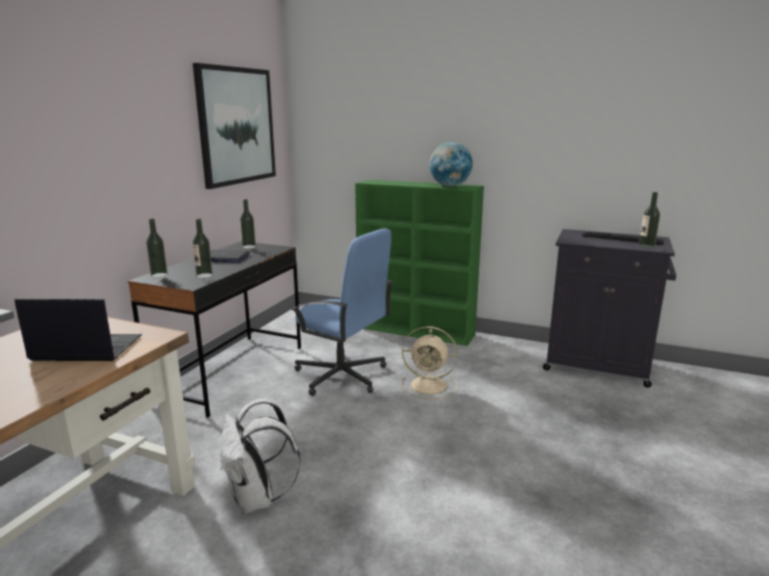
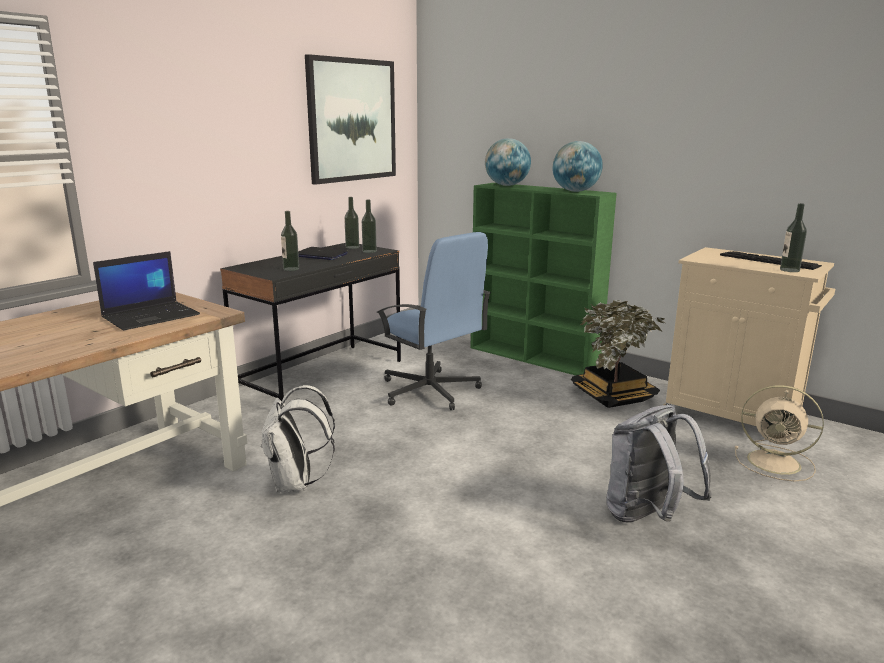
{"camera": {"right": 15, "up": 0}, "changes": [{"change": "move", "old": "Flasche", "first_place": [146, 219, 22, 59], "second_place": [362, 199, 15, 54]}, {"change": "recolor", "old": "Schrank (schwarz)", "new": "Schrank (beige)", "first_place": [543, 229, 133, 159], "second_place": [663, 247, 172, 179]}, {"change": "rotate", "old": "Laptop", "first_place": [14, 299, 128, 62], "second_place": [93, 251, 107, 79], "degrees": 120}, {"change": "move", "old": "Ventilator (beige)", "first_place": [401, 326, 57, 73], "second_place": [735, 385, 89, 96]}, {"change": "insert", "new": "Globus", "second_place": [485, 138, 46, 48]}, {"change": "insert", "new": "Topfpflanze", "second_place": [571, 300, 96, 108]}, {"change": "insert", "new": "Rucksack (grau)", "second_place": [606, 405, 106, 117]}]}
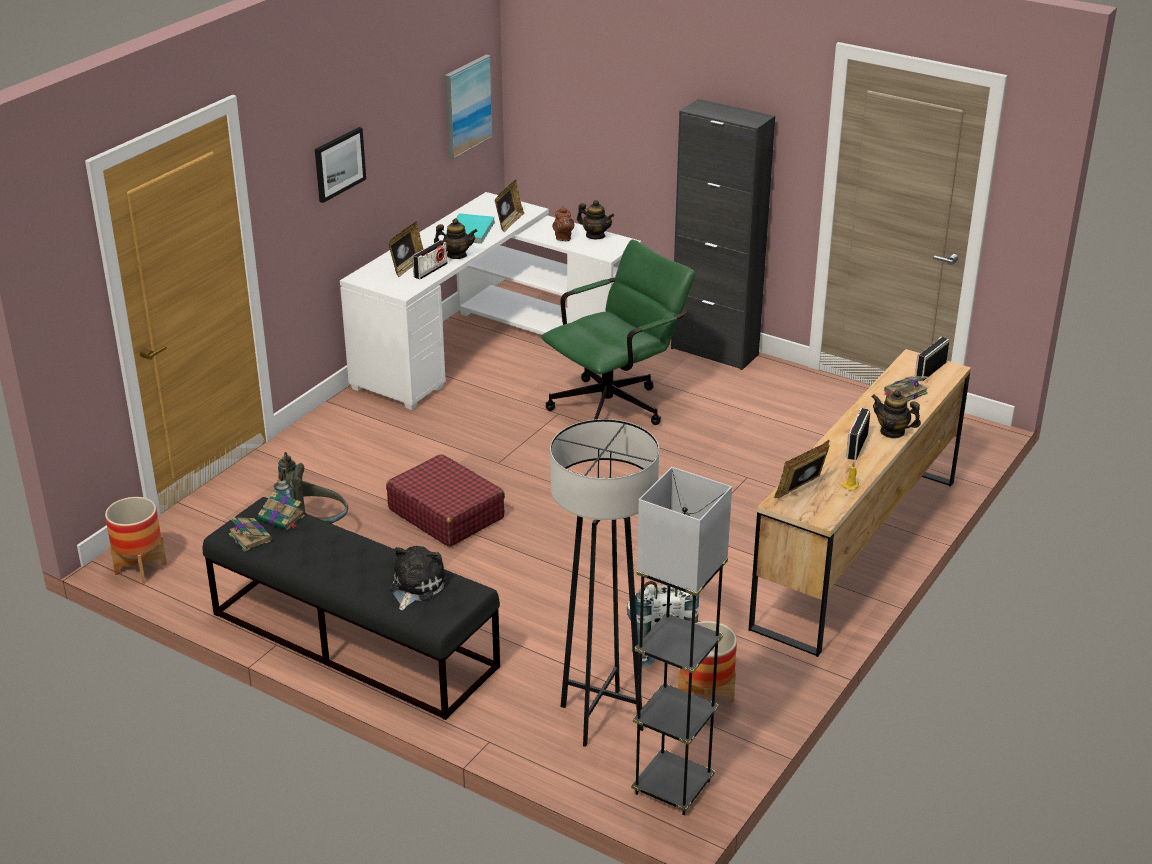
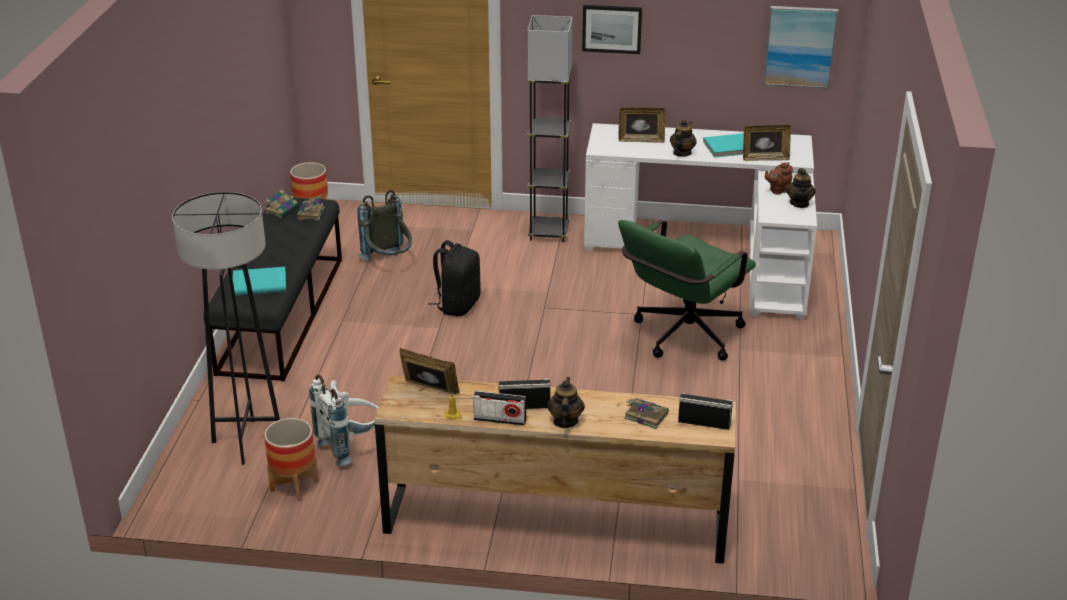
{"camera": {"right": 65, "up": 0}, "changes": [{"change": "delete", "old": "Schrank (schwarz)", "first_place": [671, 99, 104, 271]}, {"change": "rotate", "old": "Teekanne", "first_place": [434, 218, 43, 41], "second_place": [670, 120, 27, 37], "degrees": -135}, {"change": "move", "old": "Radio", "first_place": [413, 240, 34, 40], "second_place": [473, 391, 53, 35]}, {"change": "rotate", "old": "Bürostuhl (grün)", "first_place": [541, 240, 154, 185], "second_place": [618, 219, 138, 142], "degrees": 105}, {"change": "replace", "old": "Koffer (rot)", "new": "Rucksack (schwarz)", "first_place": [386, 454, 119, 93], "second_place": [428, 240, 53, 76]}, {"change": "move", "old": "Stehlampe (grau)", "first_place": [631, 467, 101, 348], "second_place": [527, 15, 46, 227]}, {"change": "replace", "old": "Plüschtier", "new": "Buch (türkis)", "first_place": [390, 546, 57, 65], "second_place": [233, 267, 53, 29]}]}
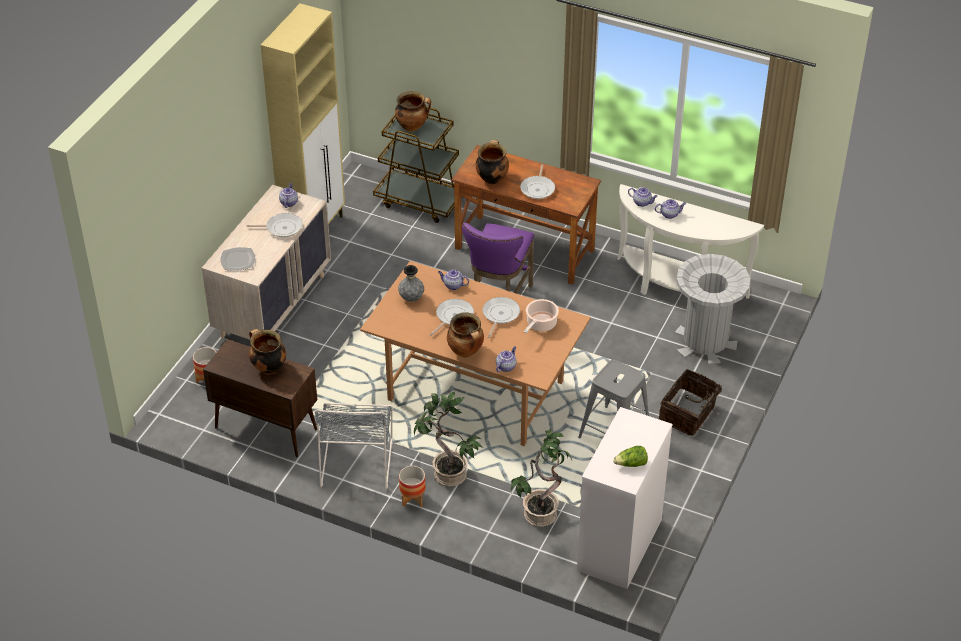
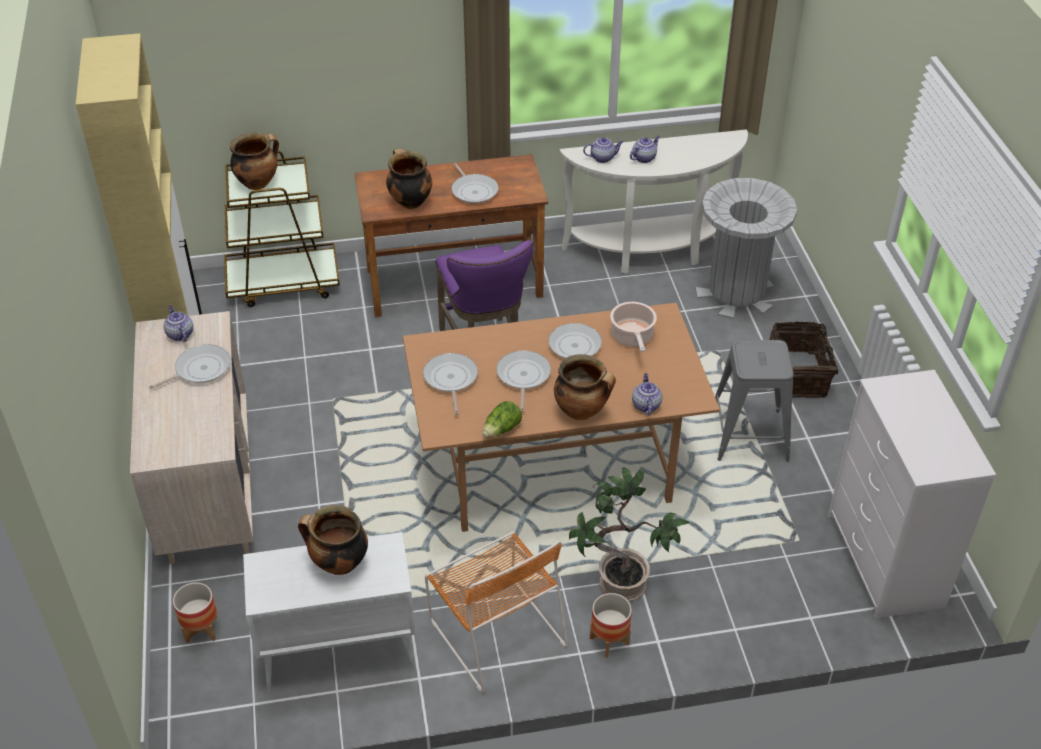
{"camera": {"right": -35, "up": 0}, "changes": [{"change": "delete", "old": "Teller", "first_place": [220, 247, 35, 24]}, {"change": "replace", "old": "Vase (grau)", "new": "Pfanne", "first_place": [398, 265, 26, 37], "second_place": [423, 353, 55, 62]}, {"change": "delete", "old": "Teekanne", "first_place": [438, 269, 31, 21]}, {"change": "recolor", "old": "Schrank (braun)", "new": "Schrank (weiß)", "first_place": [203, 339, 114, 118], "second_place": [243, 532, 173, 160]}, {"change": "recolor", "old": "Stuhl (grau)", "new": "Stuhl (orange)", "first_place": [315, 403, 78, 87], "second_place": [425, 532, 143, 161]}, {"change": "delete", "old": "Topfpflanze", "first_place": [511, 430, 61, 97]}, {"change": "move", "old": "Salatkopf", "first_place": [613, 446, 35, 21], "second_place": [483, 401, 39, 36]}]}
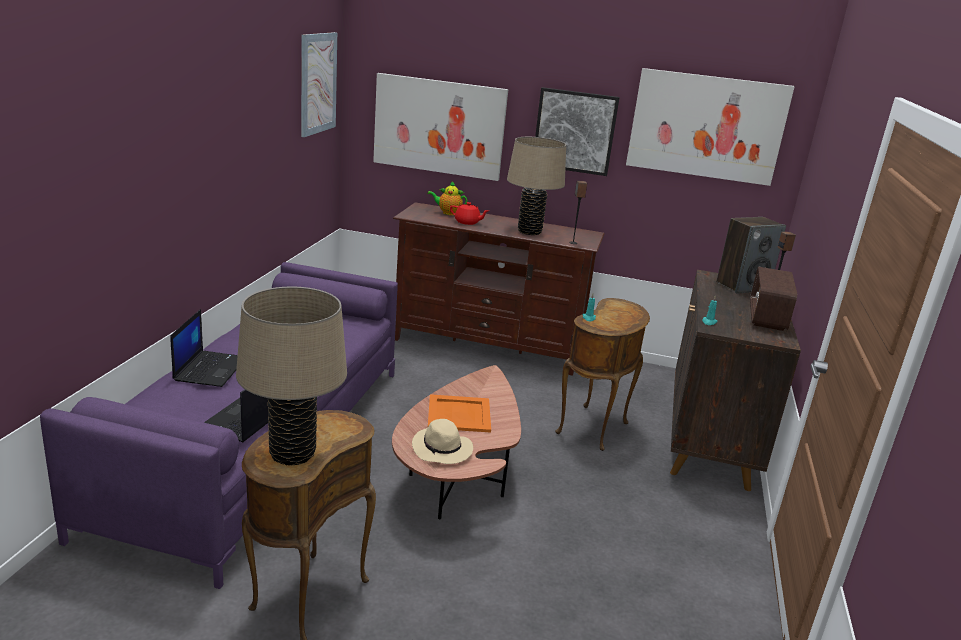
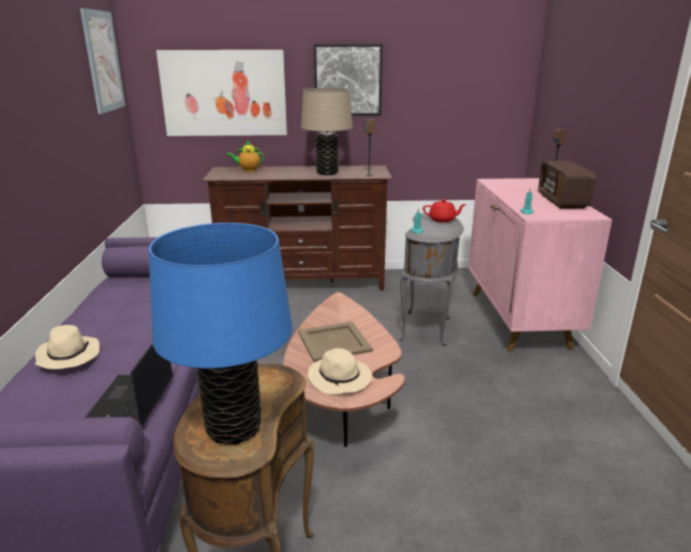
{"camera": {"right": -15, "up": 0}, "changes": [{"change": "delete", "old": "Bild", "first_place": [626, 68, 169, 118]}, {"change": "move", "old": "Teekanne (rot)", "first_place": [450, 202, 39, 23], "second_place": [423, 199, 44, 23]}, {"change": "delete", "old": "Lautsprecher", "first_place": [716, 217, 70, 77]}, {"change": "recolor", "old": "Schrank (braun)", "new": "Schrank (rosa)", "first_place": [670, 270, 131, 221], "second_place": [468, 178, 144, 173]}, {"change": "recolor", "old": "Tischlampe (beige)", "new": "Tischlampe (blau)", "first_place": [236, 287, 111, 179], "second_place": [149, 223, 143, 222]}, {"change": "recolor", "old": "Beistelltisch (braun)", "new": "Beistelltisch (grau)", "first_place": [555, 298, 95, 153], "second_place": [399, 213, 65, 133]}, {"change": "replace", "old": "Laptop", "new": "Hut (beige)", "first_place": [170, 309, 68, 78], "second_place": [35, 325, 65, 44]}, {"change": "recolor", "old": "Tablett (orange)", "new": "Tablett (beige)", "first_place": [428, 394, 63, 39], "second_place": [298, 321, 75, 41]}]}
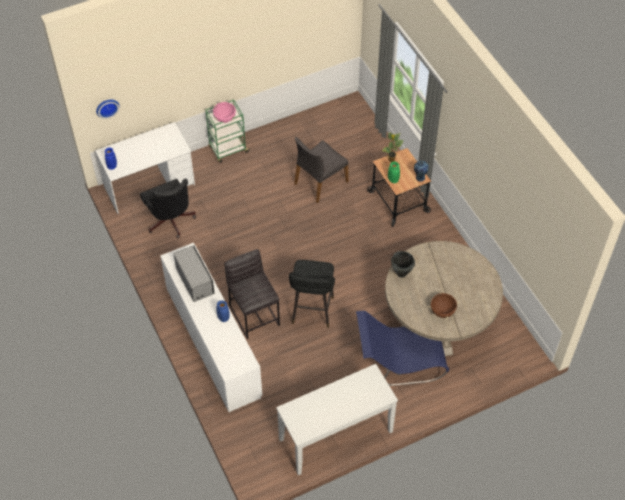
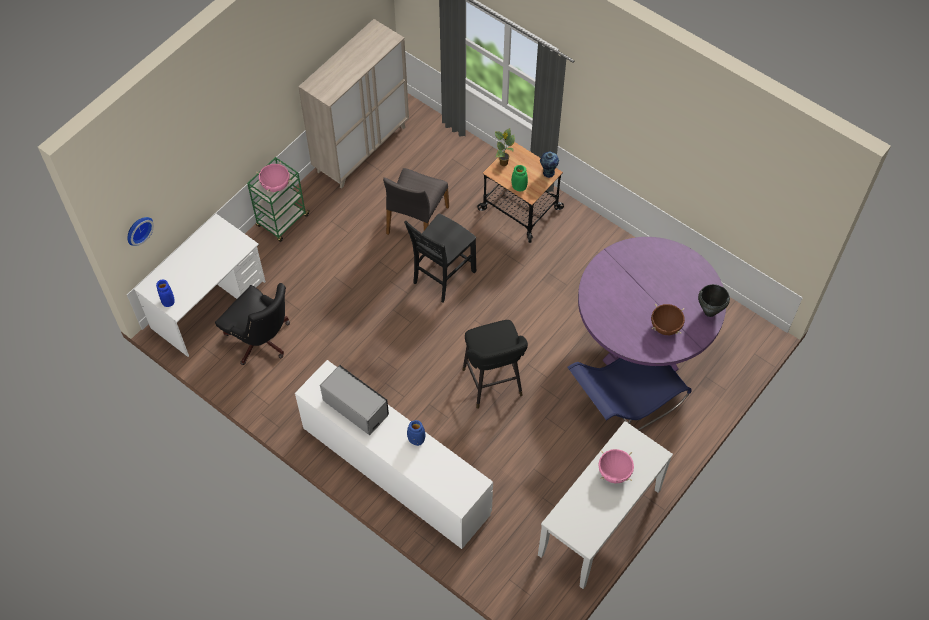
{"camera": {"right": -25, "up": 5}, "changes": [{"change": "recolor", "old": "Esstisch (beige)", "new": "Esstisch (lila)", "first_place": [385, 241, 118, 116], "second_place": [578, 237, 148, 135]}, {"change": "delete", "old": "Hocker (grau)", "first_place": [224, 249, 56, 90]}, {"change": "move", "old": "Kochtopf (schwarz)", "first_place": [391, 251, 24, 27], "second_place": [698, 284, 32, 33]}, {"change": "insert", "new": "Schrank (beige)", "second_place": [298, 19, 111, 170]}, {"change": "insert", "new": "Stuhl (schwarz)", "second_place": [404, 213, 72, 90]}, {"change": "insert", "new": "Kochtopf (rosa)", "second_place": [598, 449, 36, 34]}]}
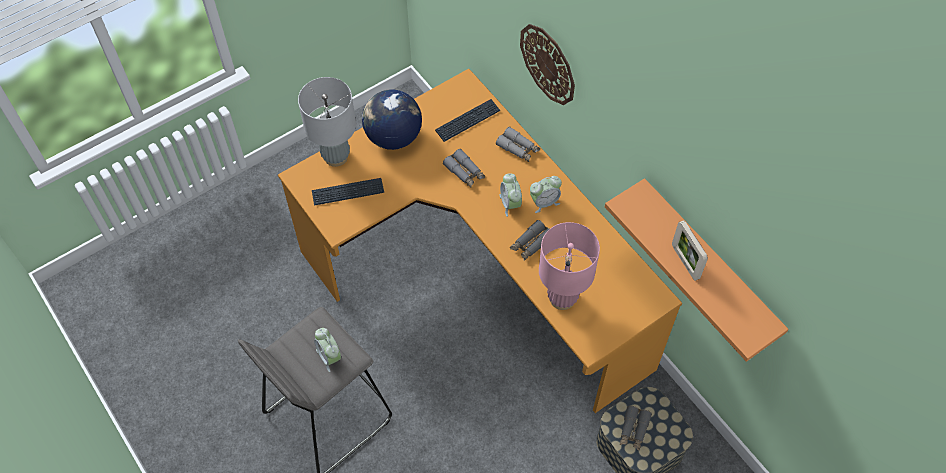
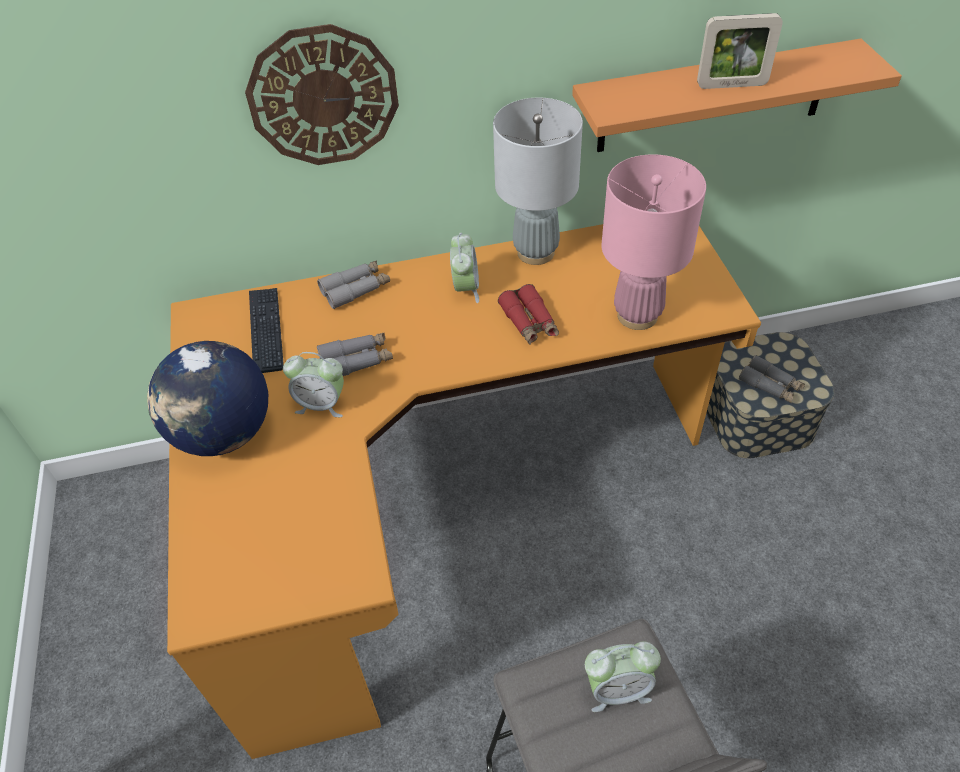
{"camera": {"right": -65, "up": -10}, "changes": [{"change": "move", "old": "Tischlampe (grau)", "first_place": [298, 77, 58, 90], "second_place": [493, 98, 90, 167]}, {"change": "move", "old": "Wecker", "first_place": [499, 173, 23, 44], "second_place": [283, 352, 61, 65]}, {"change": "delete", "old": "Tastatur", "first_place": [312, 178, 72, 28]}, {"change": "recolor", "old": "Fernglas (grau)", "new": "Fernglas (rot)", "first_place": [510, 220, 39, 41], "second_place": [498, 284, 61, 61]}]}
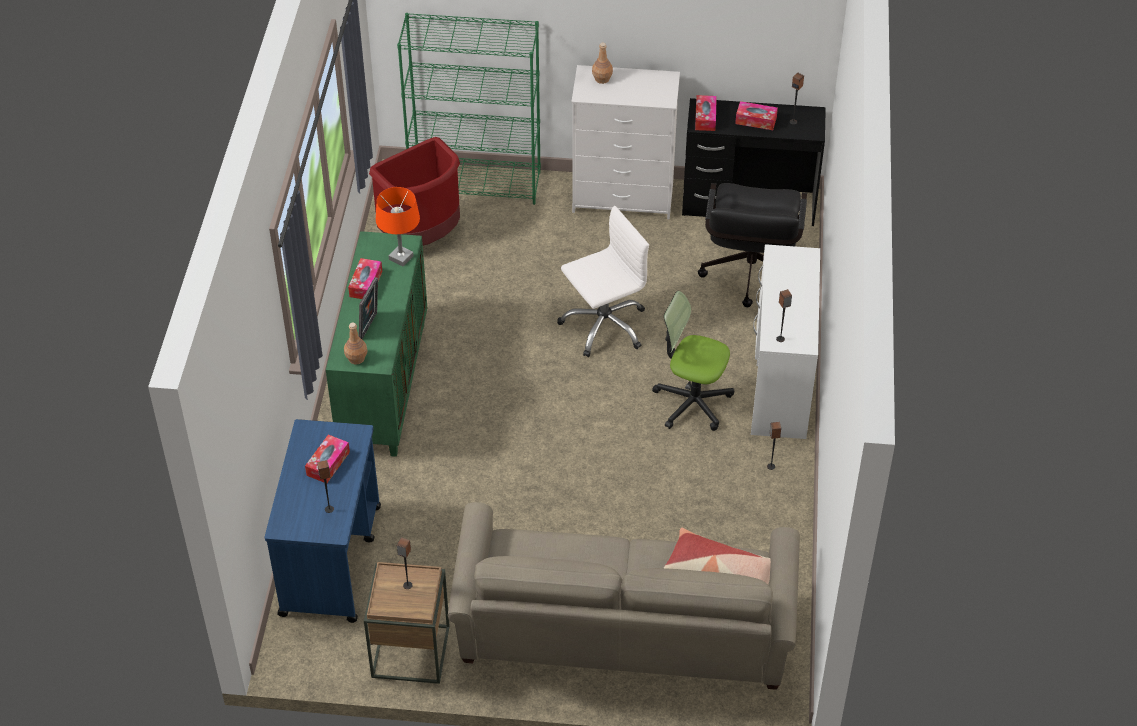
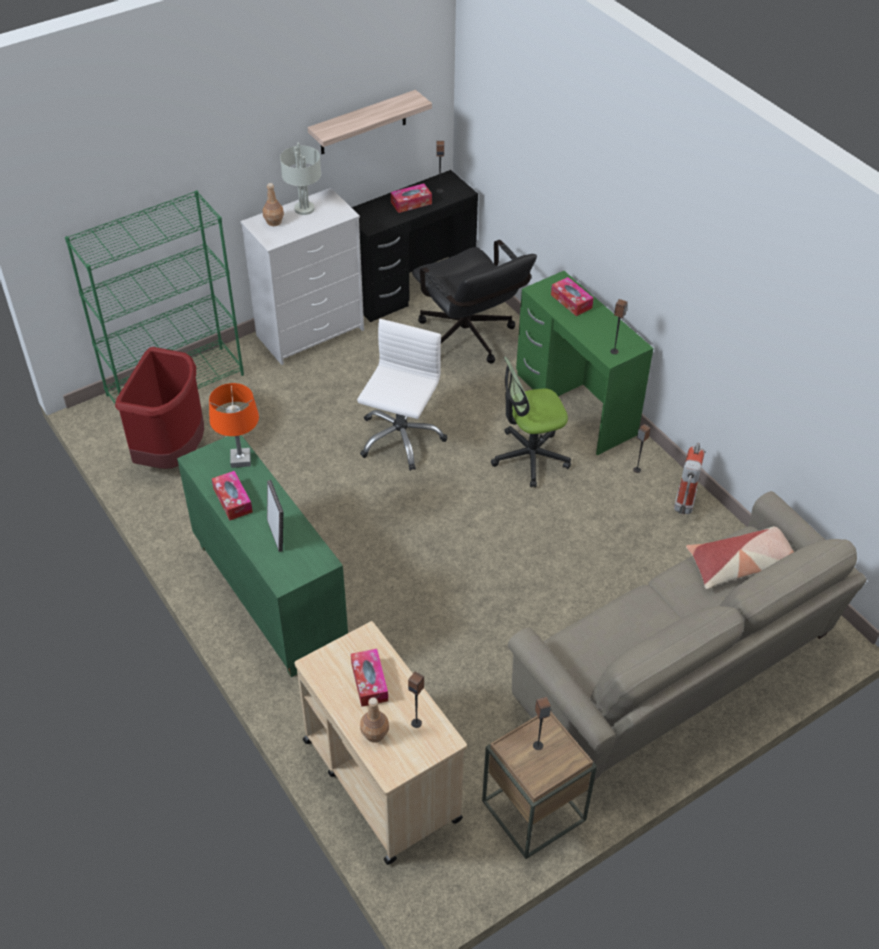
{"camera": {"right": -40, "up": 0}, "changes": [{"change": "move", "old": "Taschentuchbox", "first_place": [695, 95, 22, 36], "second_place": [551, 277, 42, 39]}, {"change": "recolor", "old": "Schreibtisch (weiß)", "new": "Schreibtisch (grün)", "first_place": [751, 244, 69, 195], "second_place": [516, 271, 137, 184]}, {"change": "move", "old": "Flasche (braun)", "first_place": [344, 322, 24, 42], "second_place": [360, 697, 29, 46]}, {"change": "recolor", "old": "Rollwagen (blau)", "new": "Rollwagen (beige)", "first_place": [265, 419, 116, 204], "second_place": [294, 621, 173, 244]}, {"change": "insert", "new": "Wandregal", "second_place": [308, 90, 124, 64]}, {"change": "insert", "new": "Tischlampe (grau)", "second_place": [280, 142, 41, 73]}, {"change": "insert", "new": "Feuerlöscher", "second_place": [674, 442, 30, 73]}]}
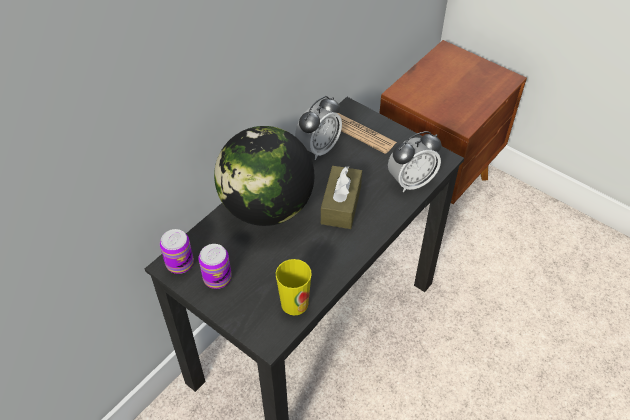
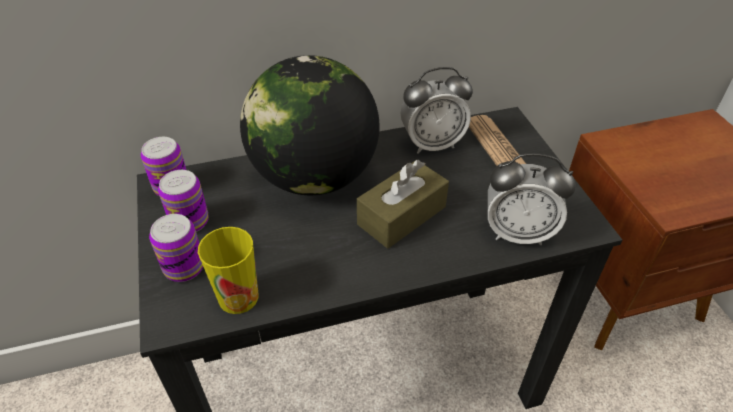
{"camera": {"right": 35, "up": -5}, "changes": [{"change": "insert", "new": "Dose", "second_place": [149, 214, 54, 68]}]}
